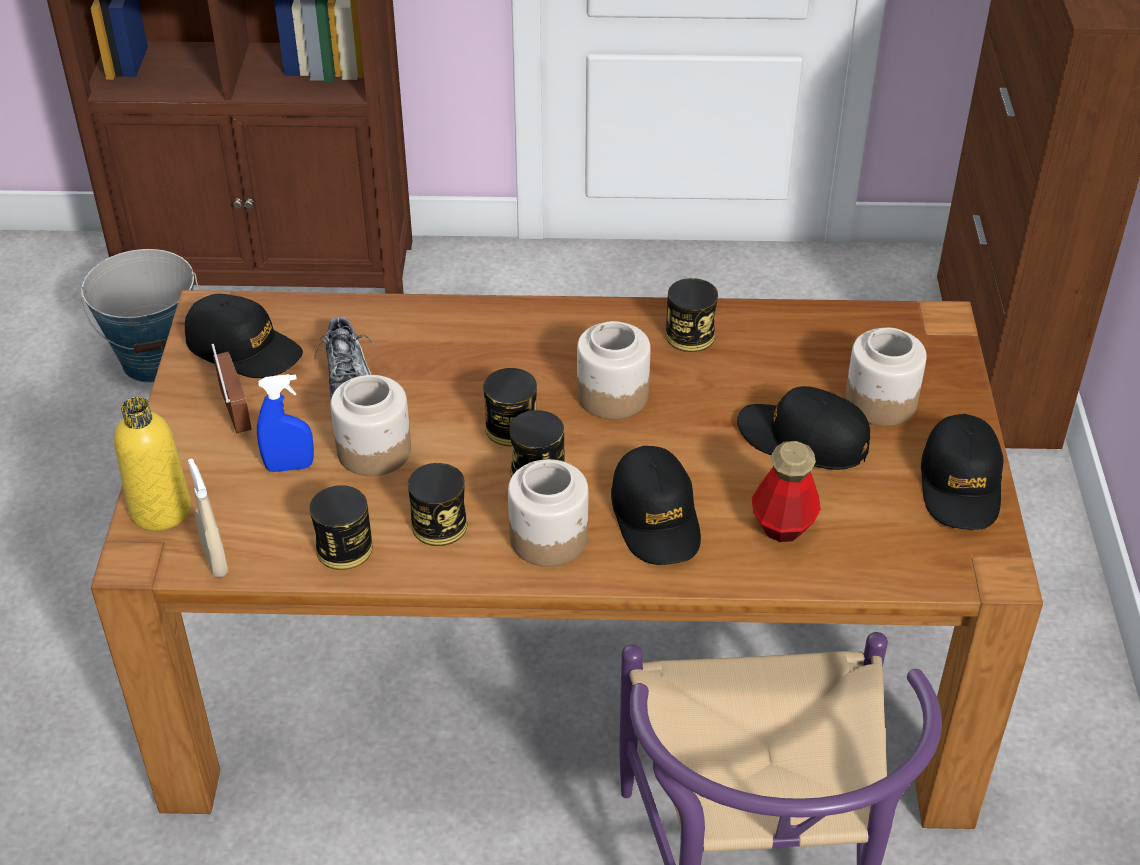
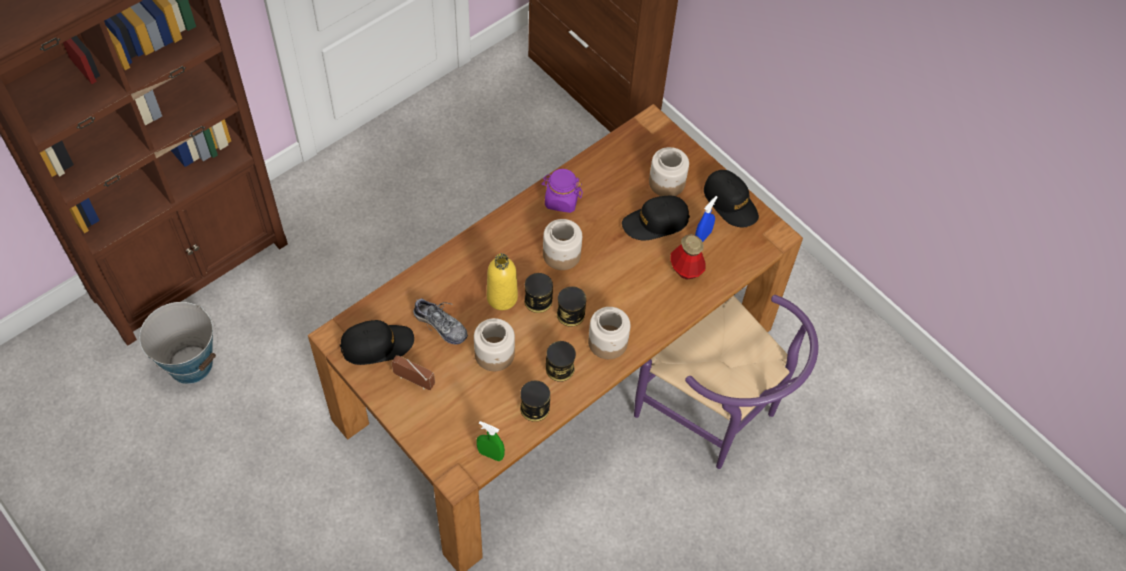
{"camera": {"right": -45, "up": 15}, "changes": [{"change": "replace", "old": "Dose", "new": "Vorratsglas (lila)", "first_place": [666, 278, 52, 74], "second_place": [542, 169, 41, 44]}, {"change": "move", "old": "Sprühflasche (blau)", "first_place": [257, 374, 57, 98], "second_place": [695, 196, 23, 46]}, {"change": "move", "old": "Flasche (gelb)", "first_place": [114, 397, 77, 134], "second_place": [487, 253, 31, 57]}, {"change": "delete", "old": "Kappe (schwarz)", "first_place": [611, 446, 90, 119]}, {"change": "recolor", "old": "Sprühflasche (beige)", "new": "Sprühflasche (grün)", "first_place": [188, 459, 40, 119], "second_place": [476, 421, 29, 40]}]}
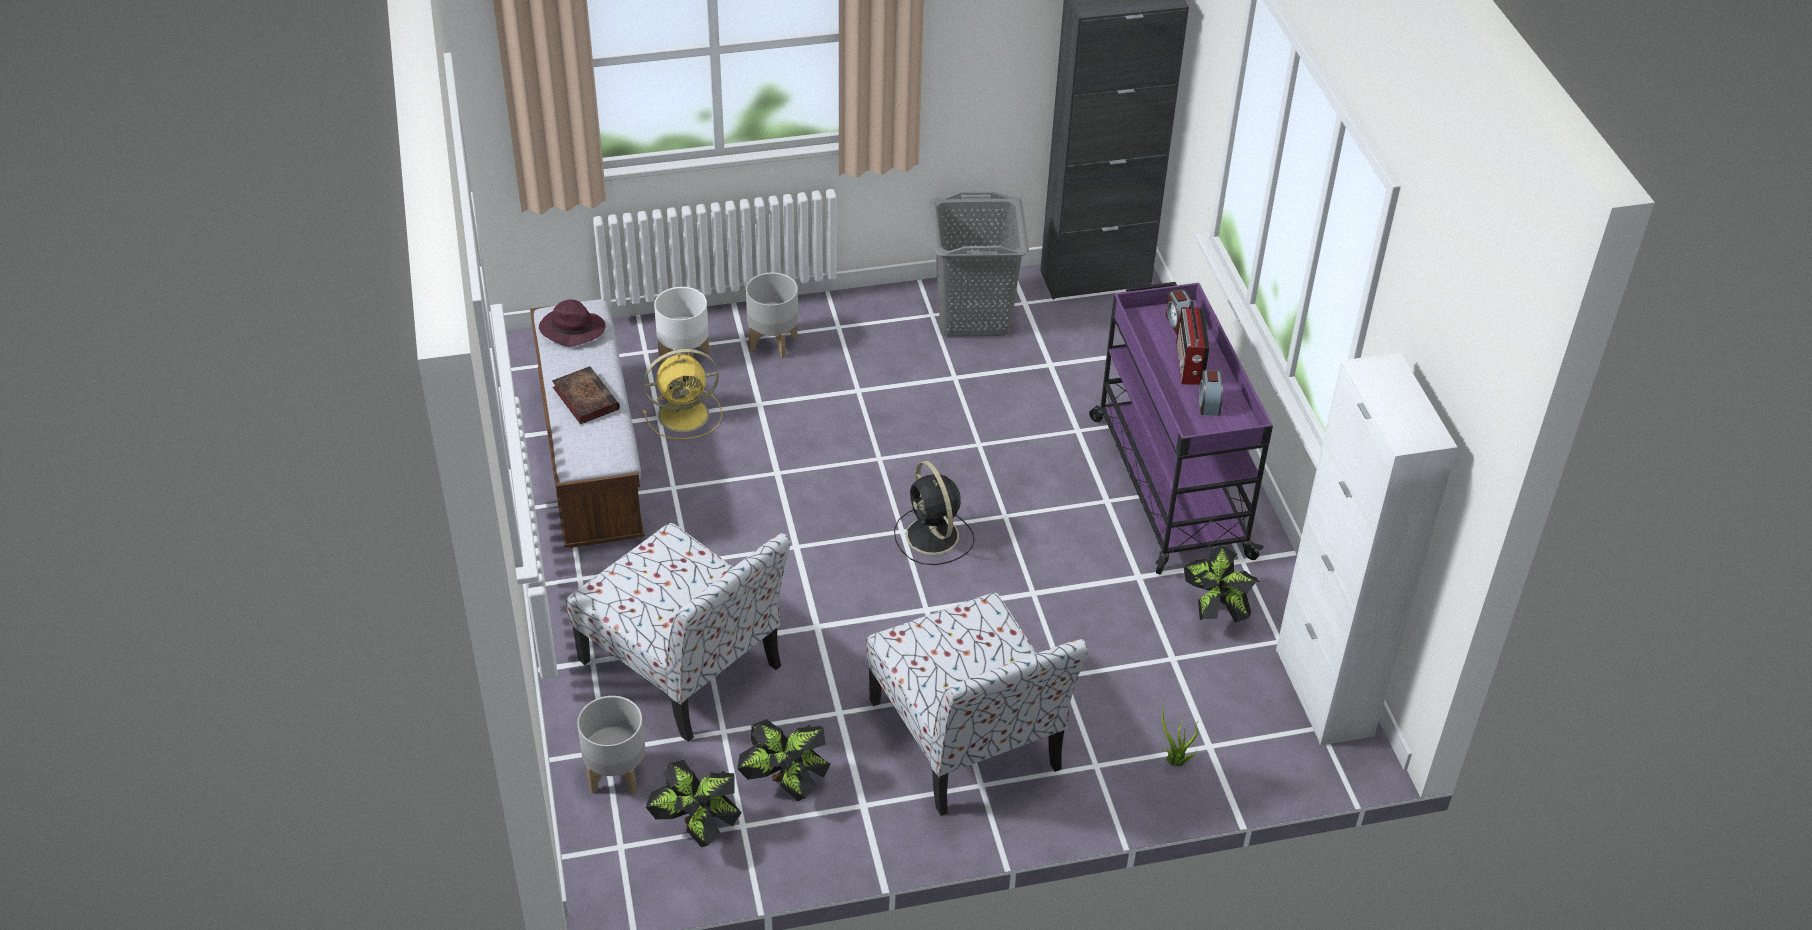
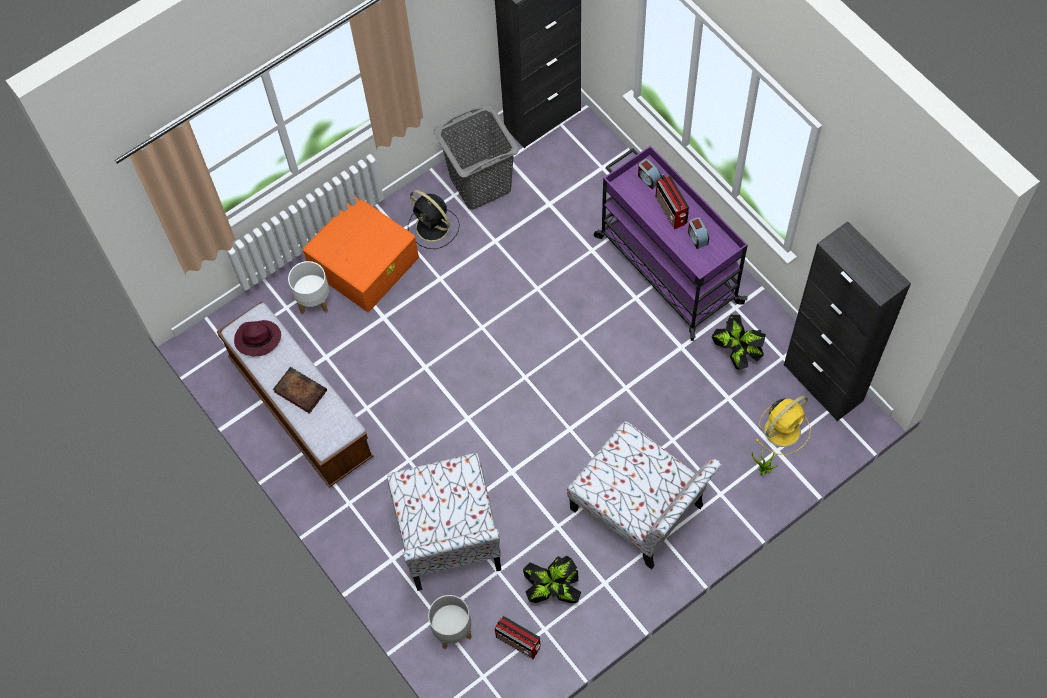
{"camera": {"right": -20, "up": 20}, "changes": [{"change": "replace", "old": "Pflanzkübel (grau)", "new": "Aufbewahrungsbox (orange)", "first_place": [746, 272, 52, 87], "second_place": [303, 196, 116, 116]}, {"change": "move", "old": "Ventilator (gelb)", "first_place": [643, 349, 79, 91], "second_place": [755, 395, 56, 60]}, {"change": "recolor", "old": "Schrank (weiß)", "new": "Schrank (schwarz)", "first_place": [1276, 352, 182, 394], "second_place": [784, 221, 127, 200]}, {"change": "move", "old": "Ventilator (schwarz)", "first_place": [894, 461, 81, 104], "second_place": [408, 190, 52, 59]}, {"change": "rotate", "old": "Stuhl", "first_place": [566, 523, 224, 219], "second_place": [387, 453, 114, 138], "degrees": 60}, {"change": "replace", "old": "Topfpflanze", "new": "Radio", "first_place": [646, 760, 96, 87], "second_place": [494, 616, 47, 43]}]}
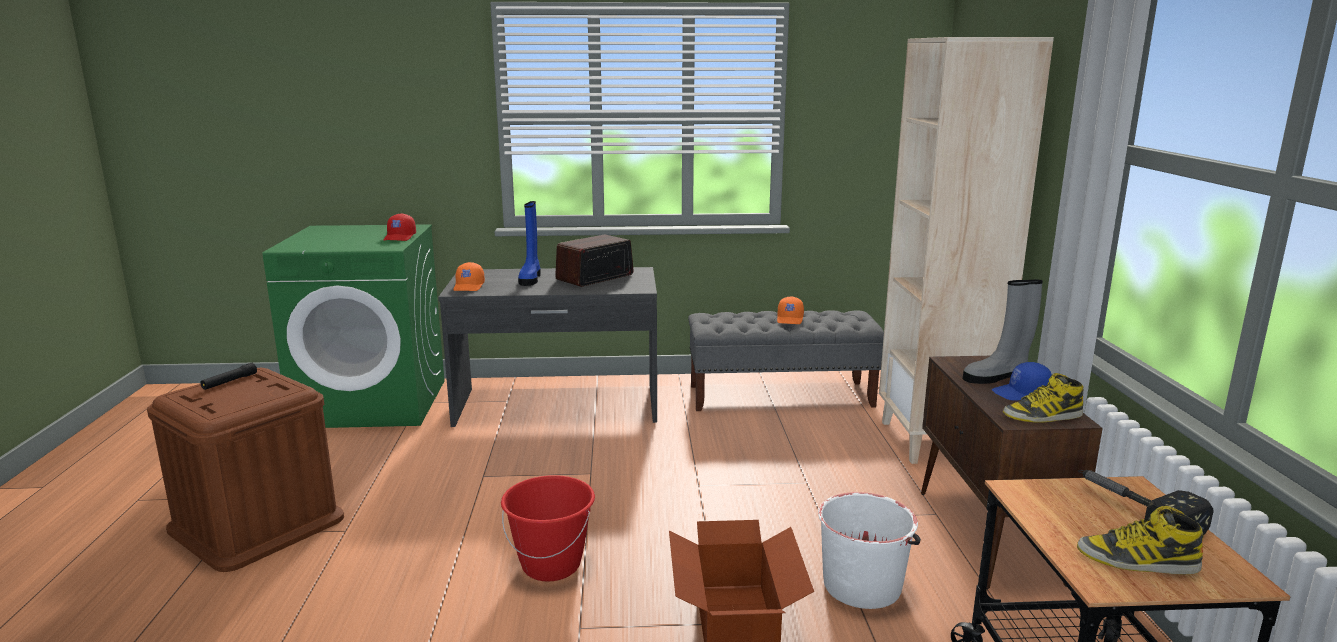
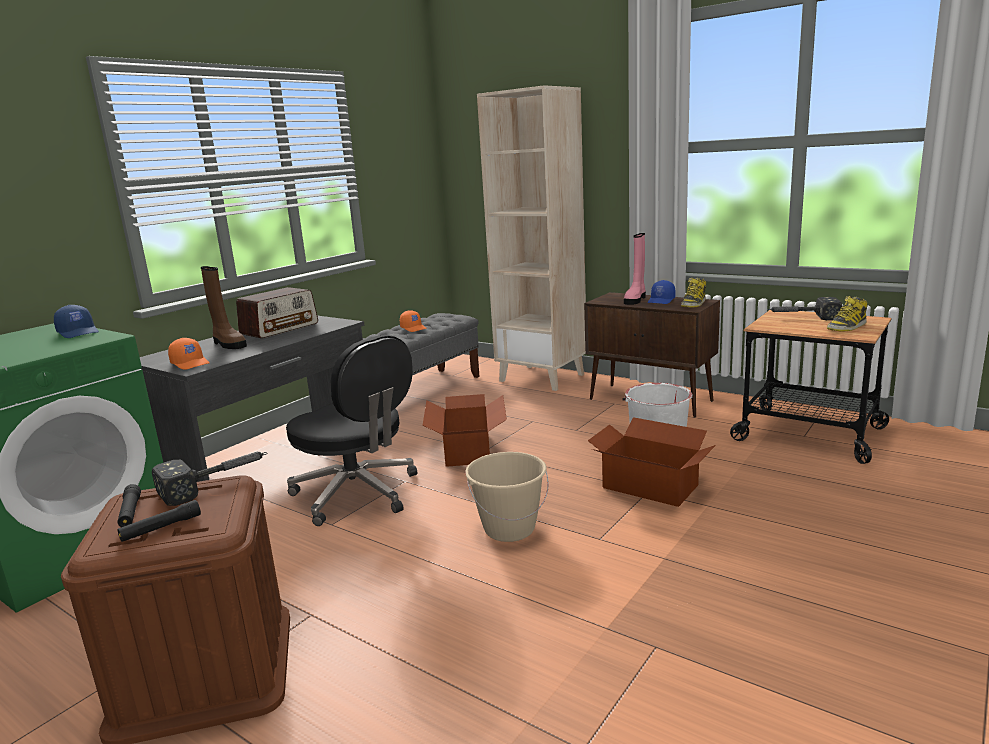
{"camera": {"right": -50, "up": 0}, "changes": [{"change": "recolor", "old": "Stiefel (blau)", "new": "Stiefel (braun)", "first_place": [518, 201, 23, 85], "second_place": [201, 266, 46, 83]}, {"change": "recolor", "old": "Kappe (rot)", "new": "Kappe (blau)", "first_place": [384, 213, 32, 28], "second_place": [54, 305, 45, 33]}, {"change": "rotate", "old": "Radio", "first_place": [555, 234, 79, 53], "second_place": [236, 287, 82, 51], "degrees": -135}, {"change": "recolor", "old": "Stiefel (grau)", "new": "Stiefel (rosa)", "first_place": [963, 280, 80, 104], "second_place": [624, 233, 22, 72]}, {"change": "recolor", "old": "Eimer (rot)", "new": "Eimer (beige)", "first_place": [501, 475, 94, 107], "second_place": [465, 452, 84, 90]}, {"change": "insert", "new": "Bürostuhl (schwarz)", "second_place": [286, 335, 131, 191]}, {"change": "insert", "new": "Karton", "second_place": [423, 394, 84, 73]}, {"change": "insert", "new": "Hammer", "second_place": [152, 452, 115, 54]}, {"change": "insert", "new": "Taschenlampe (schwarz)", "second_place": [117, 500, 84, 42]}]}
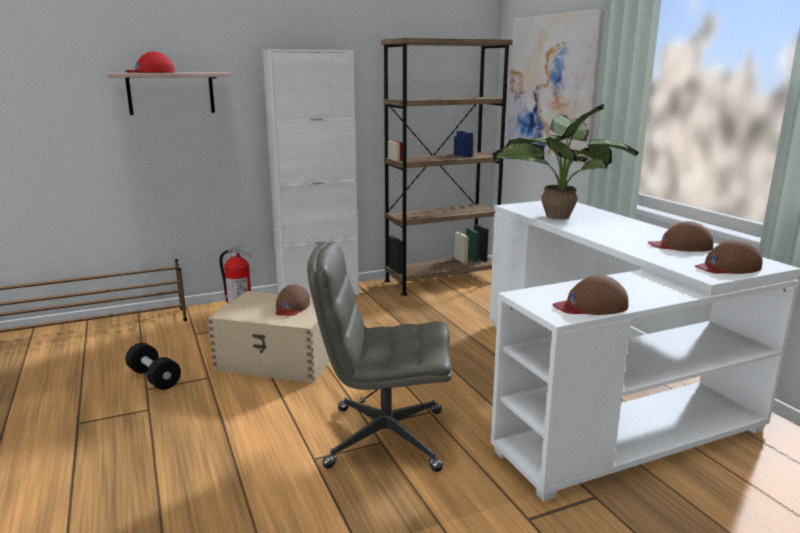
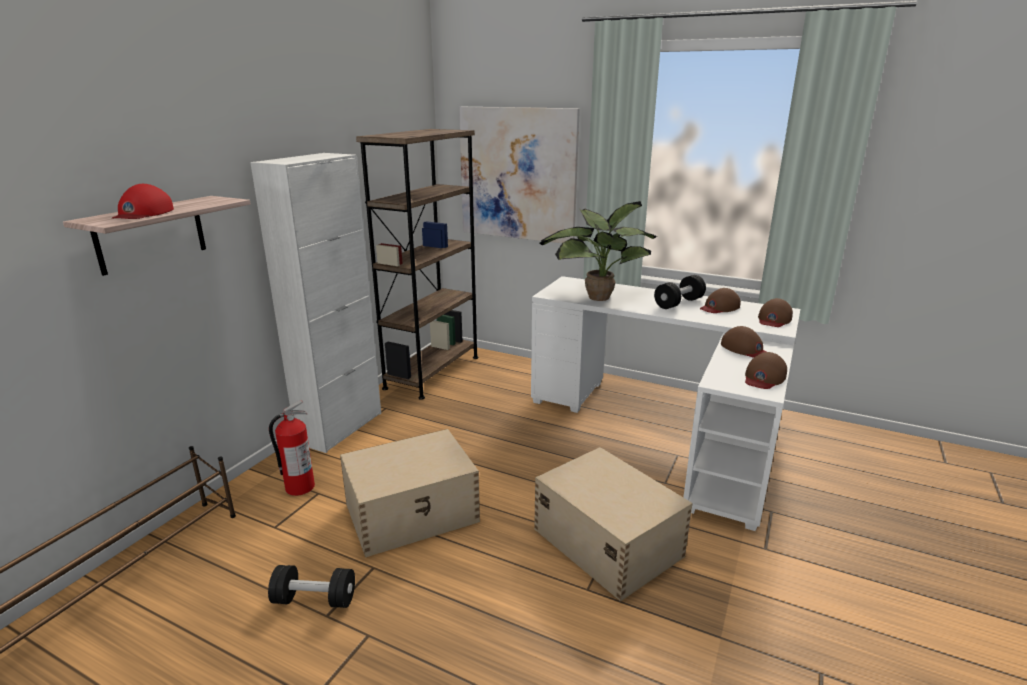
{"camera": {"right": -40, "up": 5}, "changes": [{"change": "replace", "old": "Bürostuhl (grau)", "new": "Aufbewahrungsbox (beige)", "first_place": [307, 241, 145, 231], "second_place": [534, 447, 159, 154]}, {"change": "move", "old": "Kappe (braun)", "first_place": [276, 284, 34, 32], "second_place": [721, 326, 45, 32]}, {"change": "insert", "new": "Hantel (schwarz)", "second_place": [654, 275, 52, 34]}]}
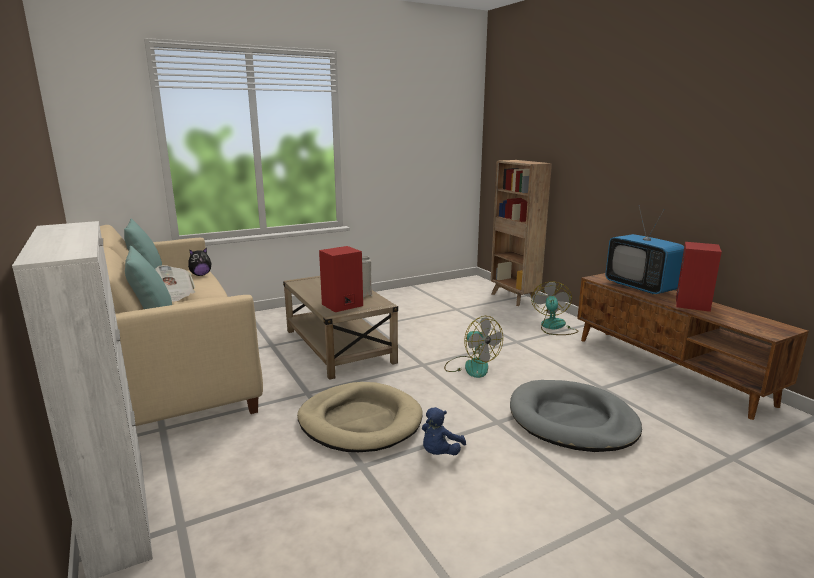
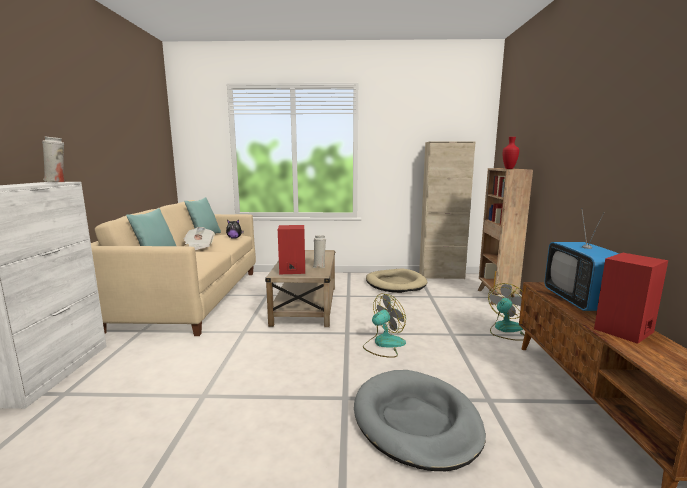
{"camera": {"right": 30, "up": -5}, "changes": [{"change": "rotate", "old": "Ventilator", "first_place": [444, 316, 59, 62], "second_place": [363, 294, 43, 64], "degrees": -120}, {"change": "move", "old": "Hundebett (beige)", "first_place": [297, 382, 126, 70], "second_place": [366, 269, 61, 24]}, {"change": "delete", "old": "Plüschtier (blau)", "first_place": [422, 407, 44, 48]}, {"change": "insert", "new": "Vase (weiß)", "second_place": [42, 137, 23, 45]}, {"change": "insert", "new": "Vase (rot)", "second_place": [503, 137, 16, 32]}, {"change": "insert", "new": "Schrank (beige)", "second_place": [419, 142, 56, 137]}]}
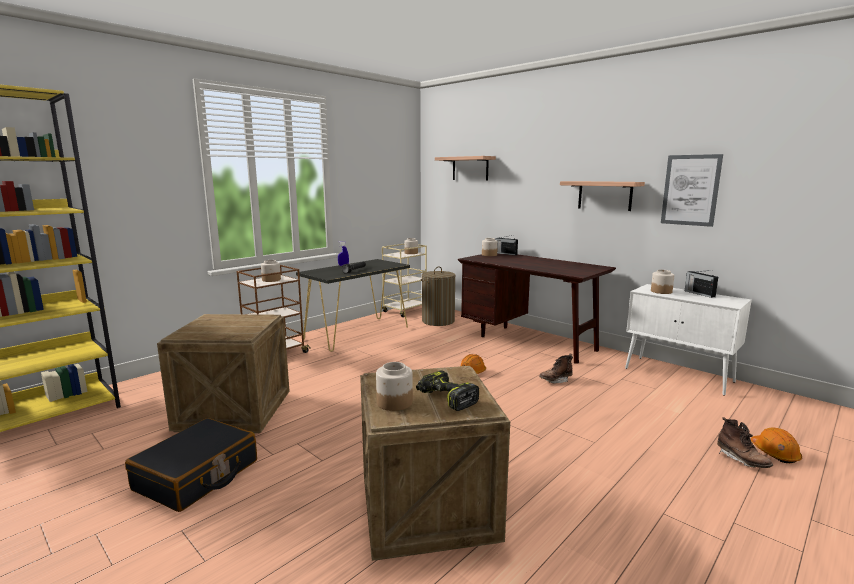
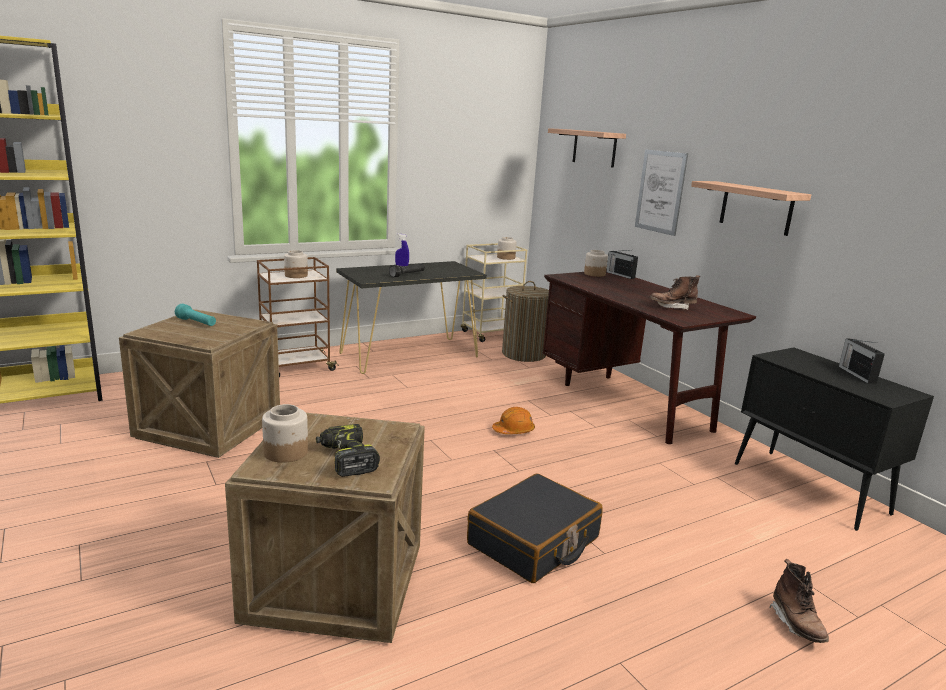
{"camera": {"right": 15, "up": 5}, "changes": [{"change": "move", "old": "Bild", "first_place": [661, 154, 62, 73], "second_place": [635, 149, 53, 87]}, {"change": "delete", "old": "Vorratsglas", "first_place": [651, 270, 23, 24]}, {"change": "recolor", "old": "Schrank (weiß)", "new": "Schrank (schwarz)", "first_place": [625, 284, 127, 112], "second_place": [735, 347, 199, 184]}, {"change": "move", "old": "Stiefel (braun)", "first_place": [539, 354, 34, 30], "second_place": [649, 275, 51, 35]}, {"change": "move", "old": "Koffer (schwarz)", "first_place": [125, 418, 132, 94], "second_place": [467, 473, 135, 110]}, {"change": "delete", "old": "Schutzhelm (orange)", "first_place": [751, 427, 51, 36]}, {"change": "insert", "new": "Taschenlampe (türkis)", "second_place": [175, 304, 41, 22]}]}
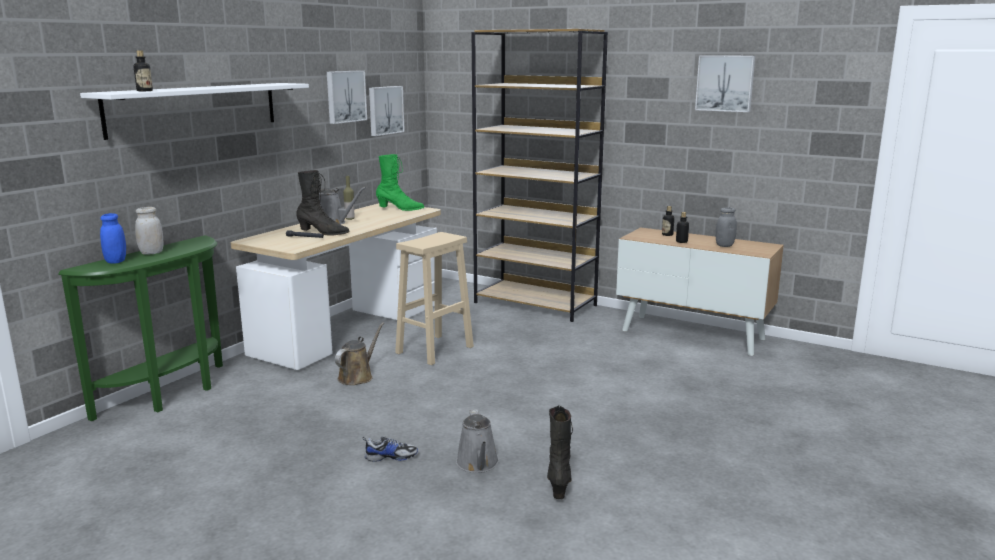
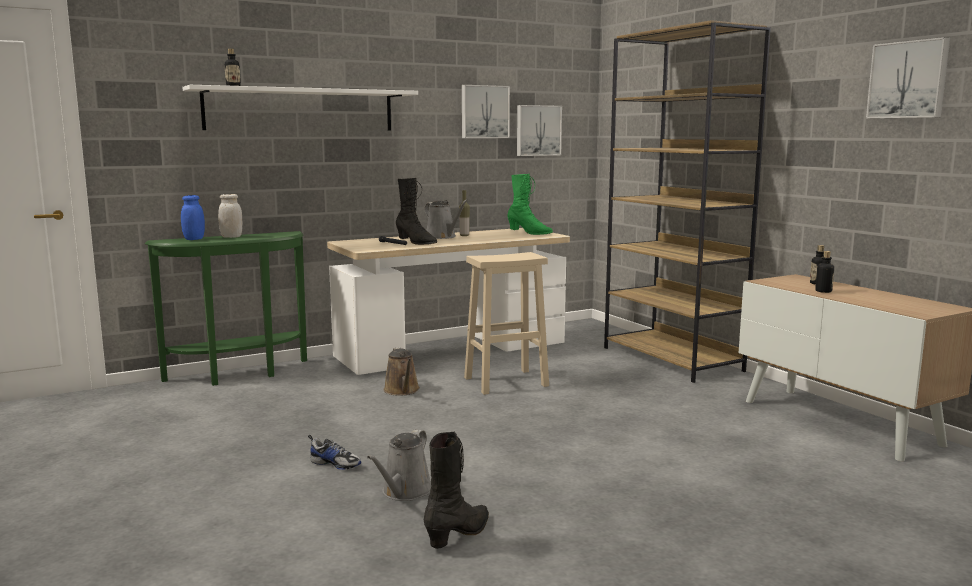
{"camera": {"right": 30, "up": -5}, "changes": [{"change": "delete", "old": "Vorratsglas (grau)", "first_place": [716, 207, 21, 40]}, {"change": "rotate", "old": "Gießkanne (braun)", "first_place": [335, 322, 49, 63], "second_place": [384, 347, 36, 49], "degrees": 105}]}
